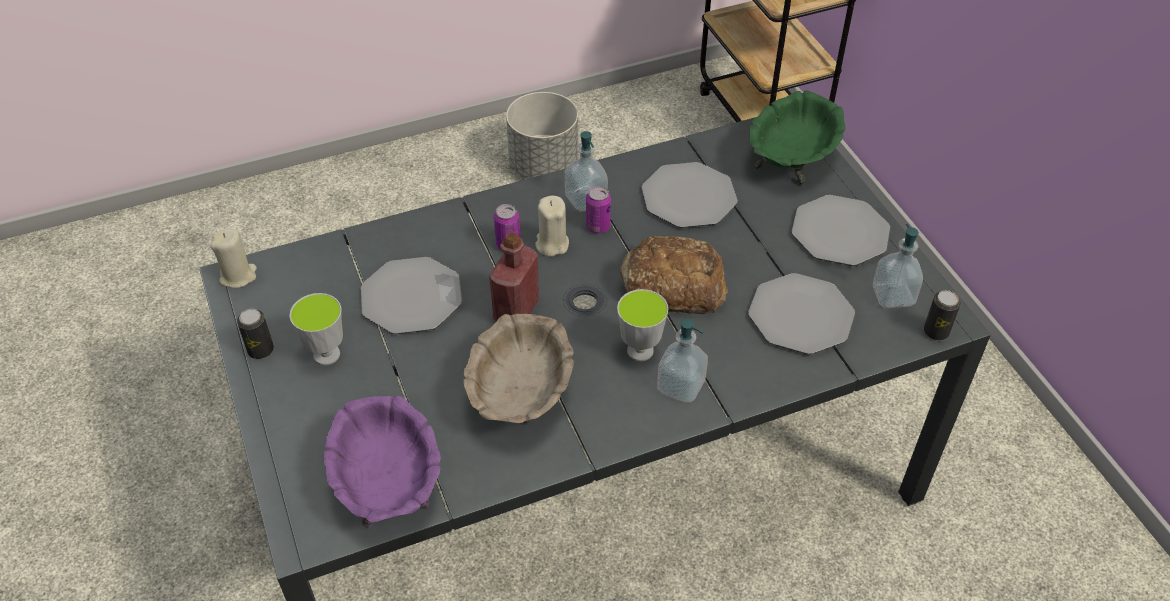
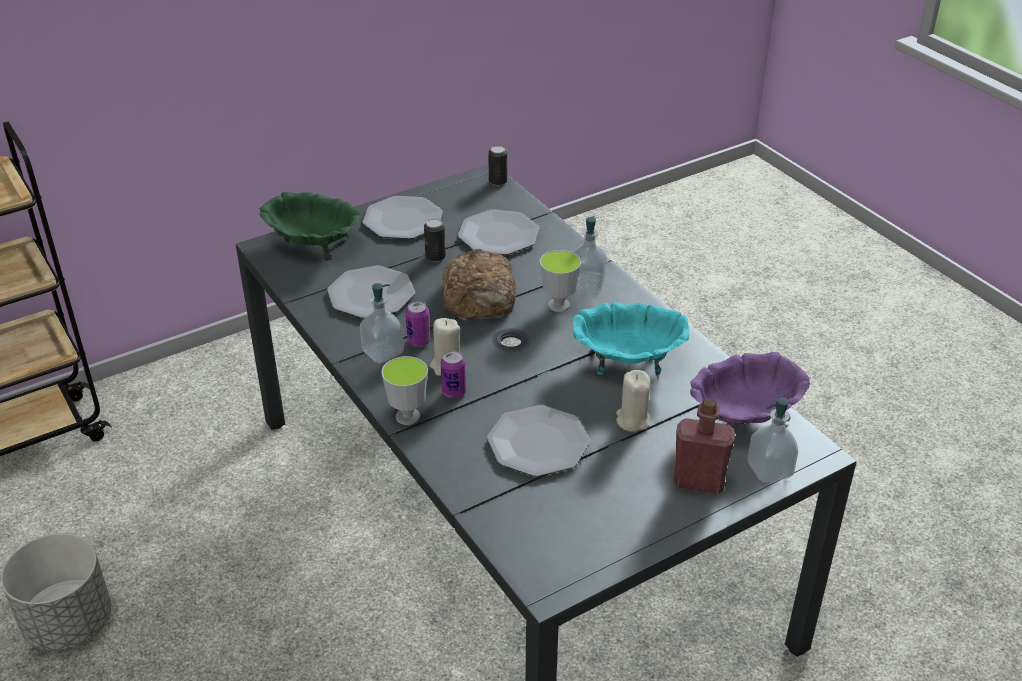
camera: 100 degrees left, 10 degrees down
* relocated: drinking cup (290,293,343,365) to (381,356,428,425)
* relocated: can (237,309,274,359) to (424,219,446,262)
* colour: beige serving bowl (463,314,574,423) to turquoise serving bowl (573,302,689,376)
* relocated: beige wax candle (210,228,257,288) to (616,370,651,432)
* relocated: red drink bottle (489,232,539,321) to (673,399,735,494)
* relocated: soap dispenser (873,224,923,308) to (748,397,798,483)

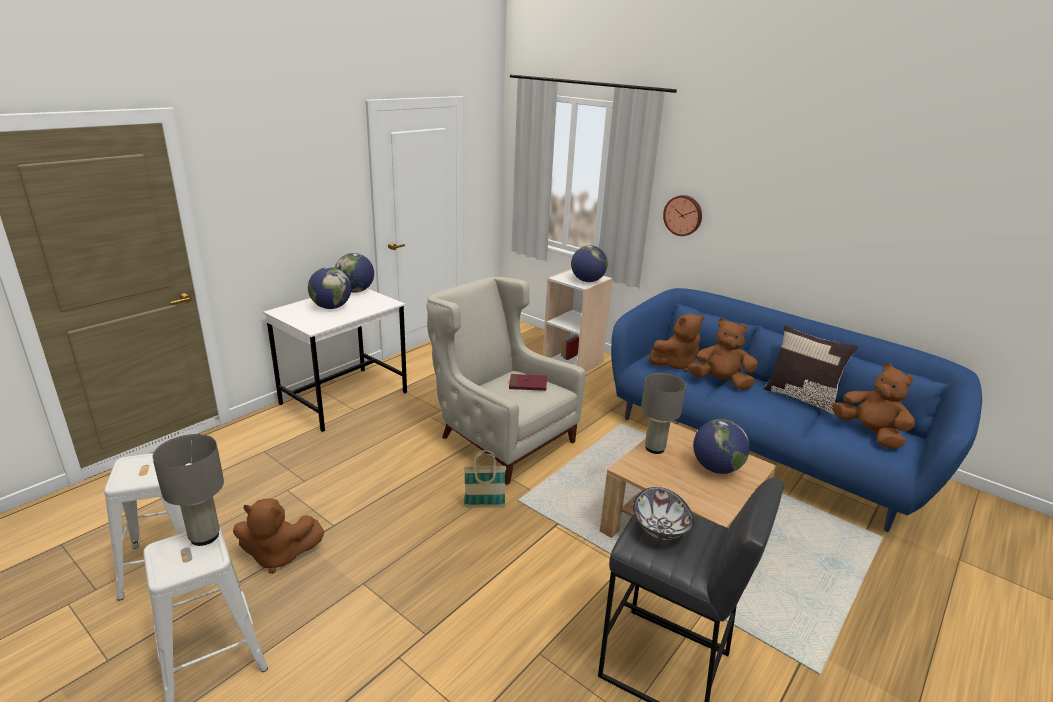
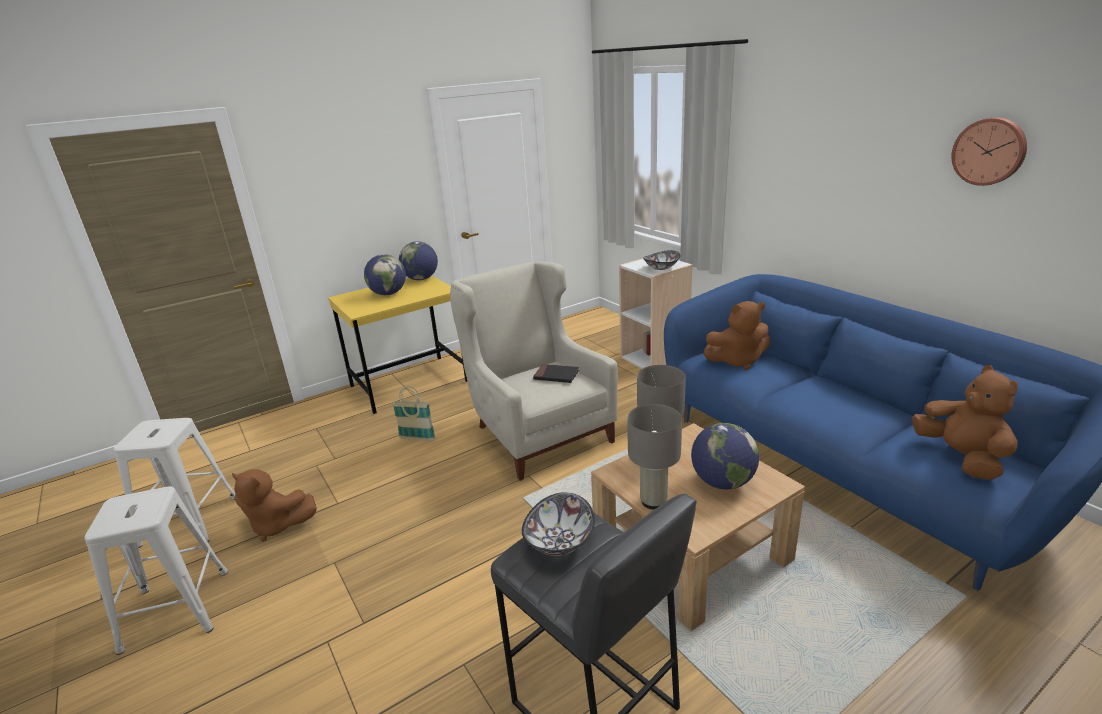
camera: 20 degrees right, 0 degrees up
* colour: white-coloured desk (263,288,407,432) to yellow-coloured desk (328,276,467,414)
* relocated: household basket (463,450,506,508) to (392,386,436,441)
* colour: red bound book (509,374,547,391) to blackish bound book (533,364,579,383)
* relocated: grey lamp for a table (152,434,224,546) to (628,404,682,510)
* exchanged: desk globe (571,245,608,282) to serving bowl (643,250,681,270)
* relocated: hanging clock (663,195,702,236) to (951,118,1027,186)
* missing: brownish plush toy (688,318,758,390)
* missing: cushion (764,325,858,415)

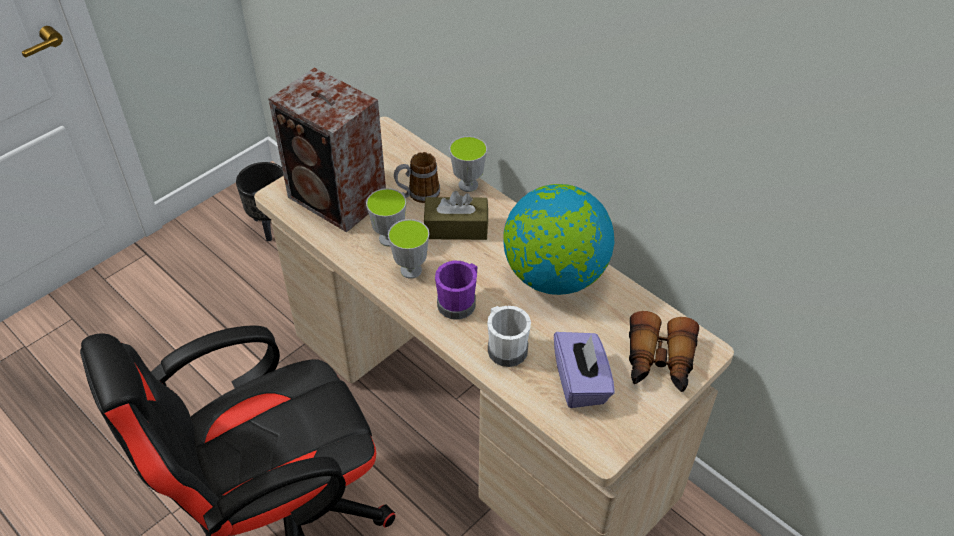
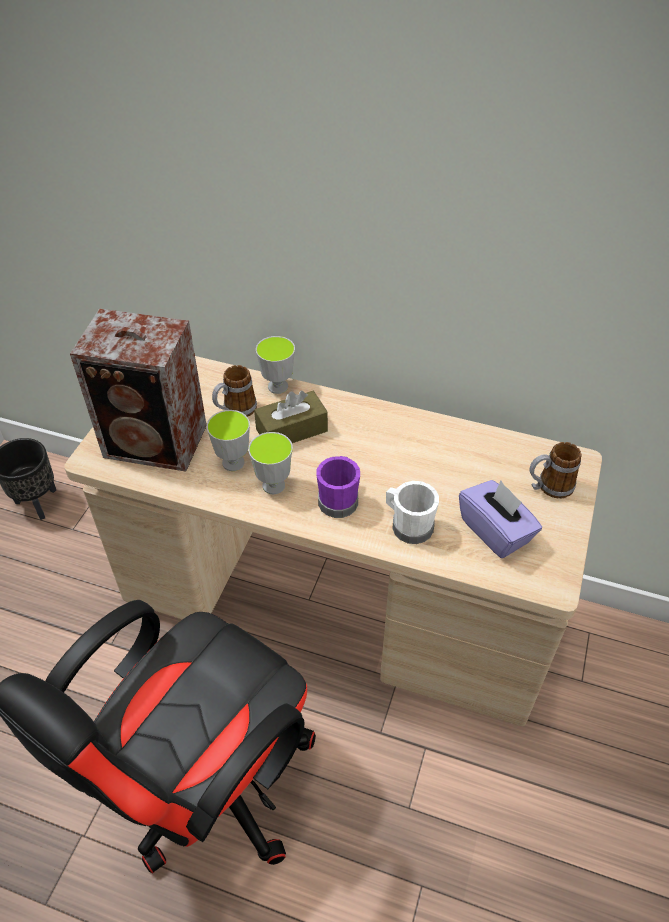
camera: 25 degrees left, 0 degrees up
* exchanged: binoculars (629,311,699,392) to tea mug (530,442,581,498)
* missing: desk globe (503,184,615,295)

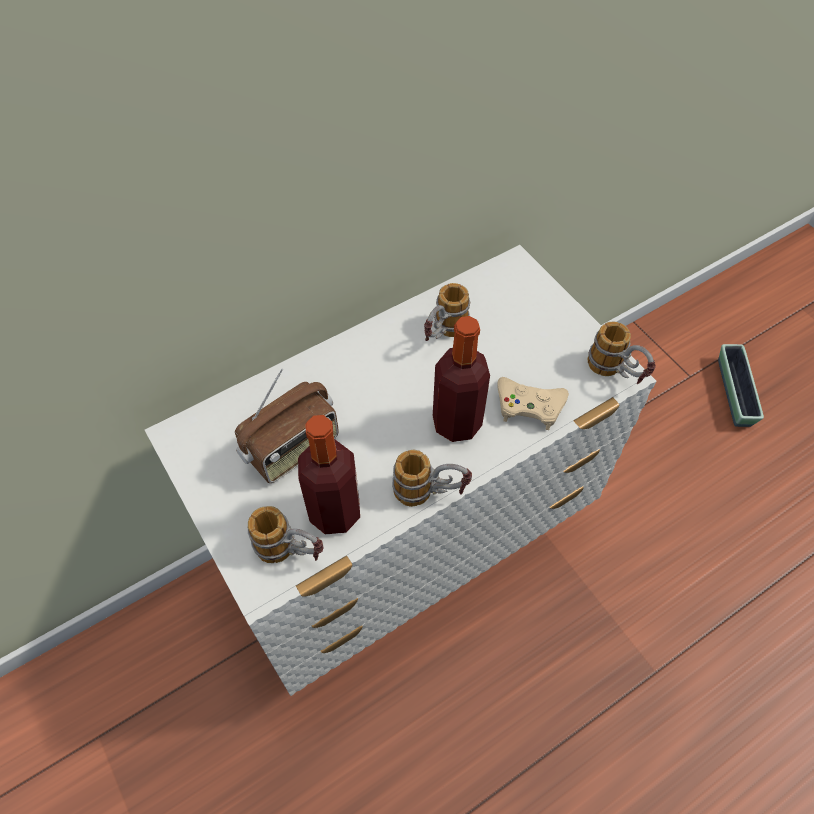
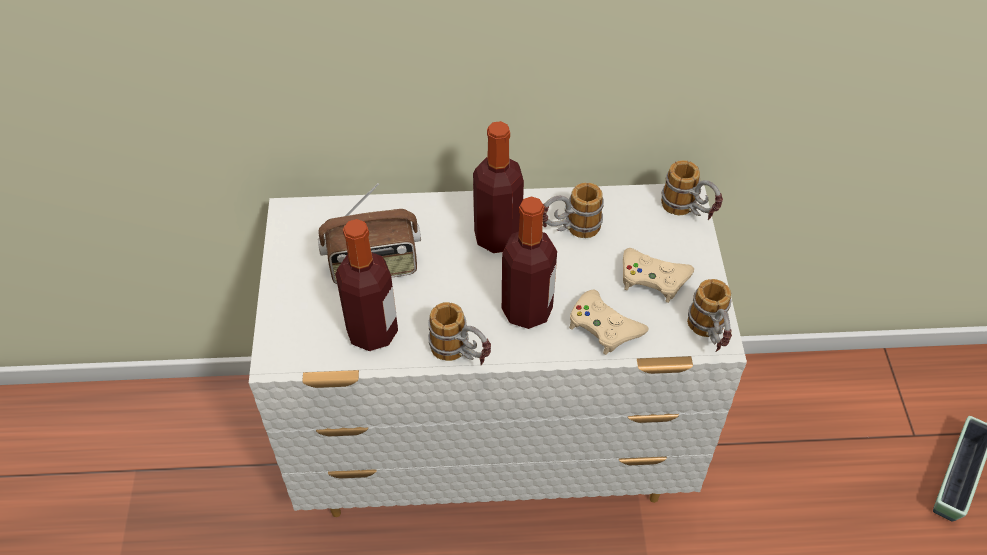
camera: 30 degrees right, 5 degrees down
* appeared: drink bottle (473,121,524,253)
* appeared: beige game controller (623,248,694,303)
* relocated: tea mug (248,506,324,563) to (661,160,723,220)

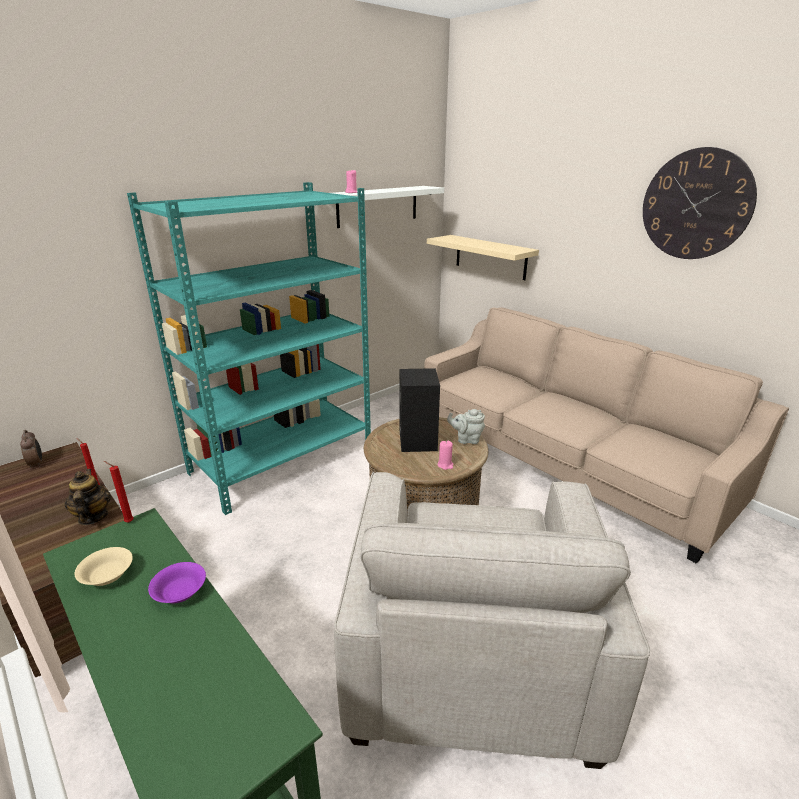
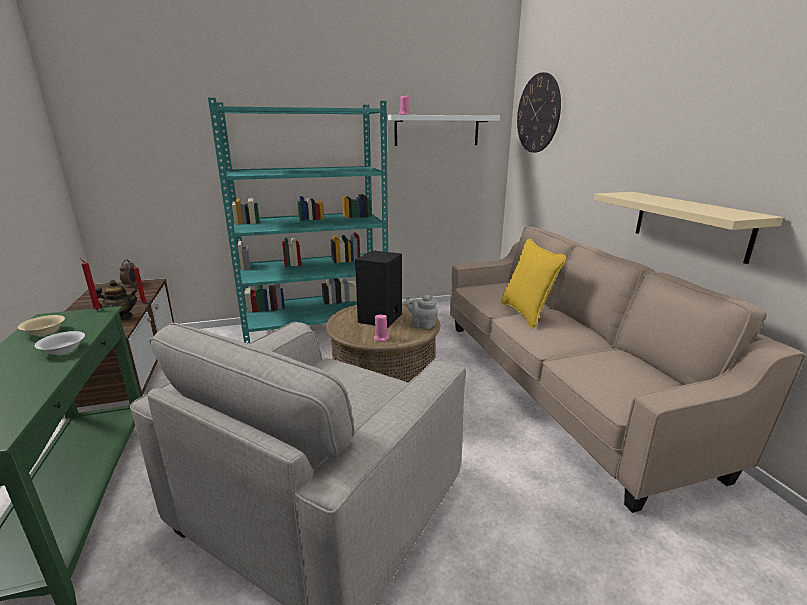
camera: 25 degrees right, 5 degrees down
* colour: purple serving bowl (148,562,206,603) to white-coloured serving bowl (35,331,85,355)
* spun: teapot (64,469,111,525) = (95,280,138,320) 75 degrees clockwise
* appeared: yellow-coloured cushion (501,239,566,329)
* relocated: hanging clock (643,147,757,259) to (517,72,561,153)
* relocated: beige bracket shelf (427,235,539,280) to (594,192,783,264)

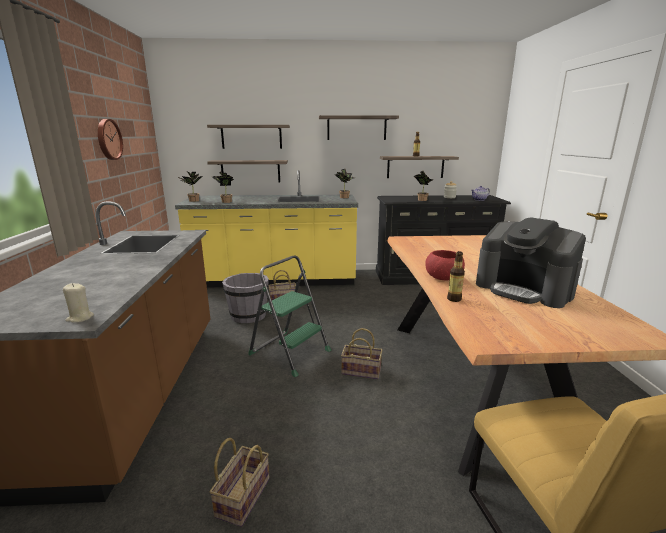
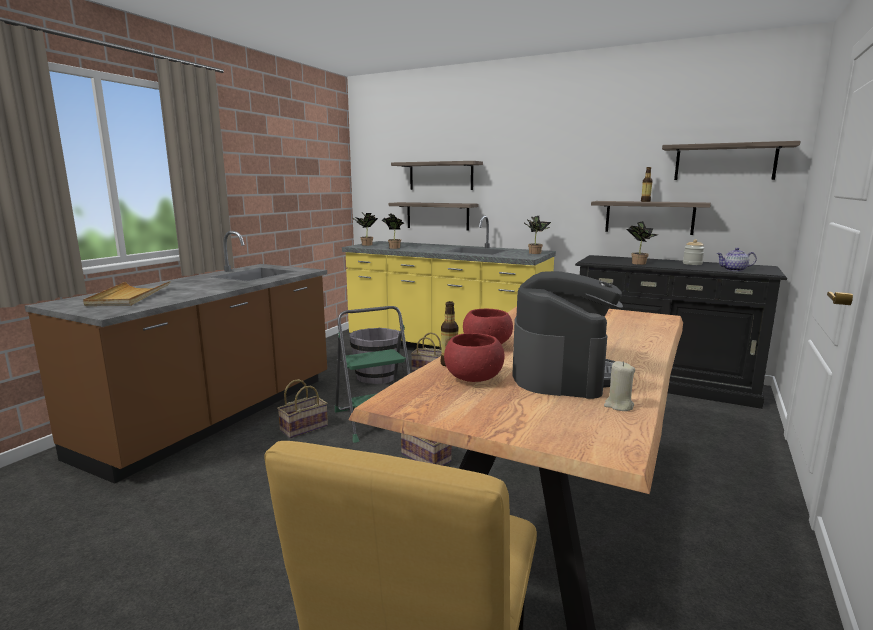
camera: 30 degrees right, 5 degrees down
* appeared: beige serving tray (83,281,171,306)
* relocated: household basket (210,438,270,527) to (277,379,328,438)
* appeared: red serving bowl (444,333,504,382)
* spun: coffee machine (476,217,586,308) = (513,271,623,399) 150 degrees counterclockwise
* relocated: beige wax candle (63,283,94,323) to (604,361,635,411)
* relocated: bracket shelf (319,115,399,140) to (662,141,801,180)
* missing: hanging clock (98,119,123,160)

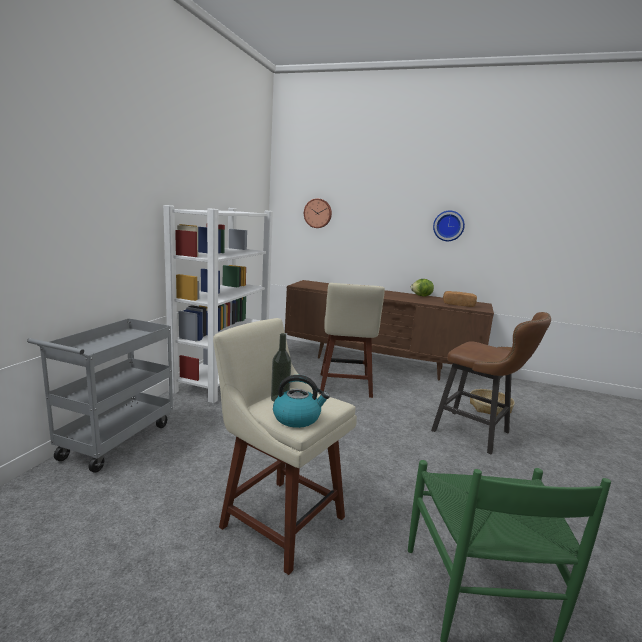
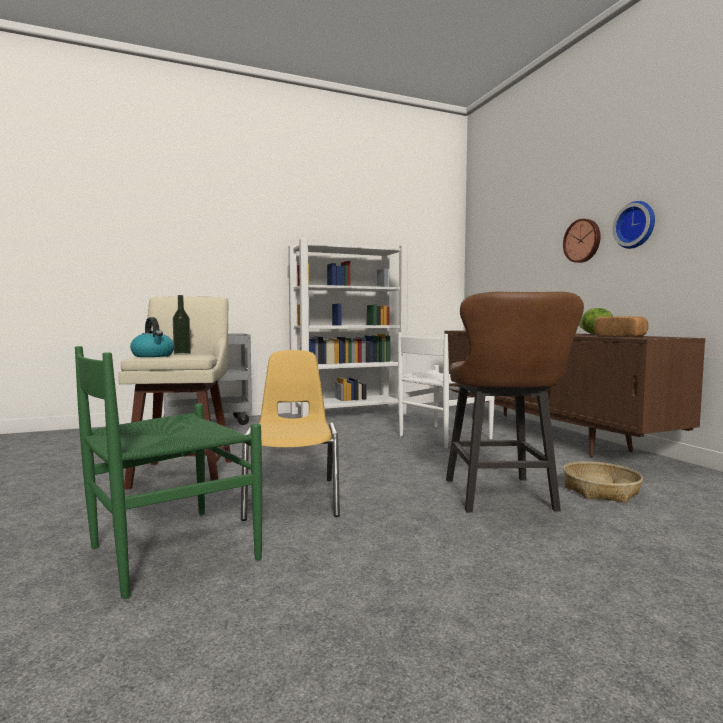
camera: 50 degrees right, 10 degrees down
* appeared: yellow-coloured chair (241,350,340,521)
* exchanged: beige stool seat (319,283,385,398) to white-coloured chair (398,332,495,448)
* relocated: hanging clock (304,199,332,228) to (563,219,601,263)

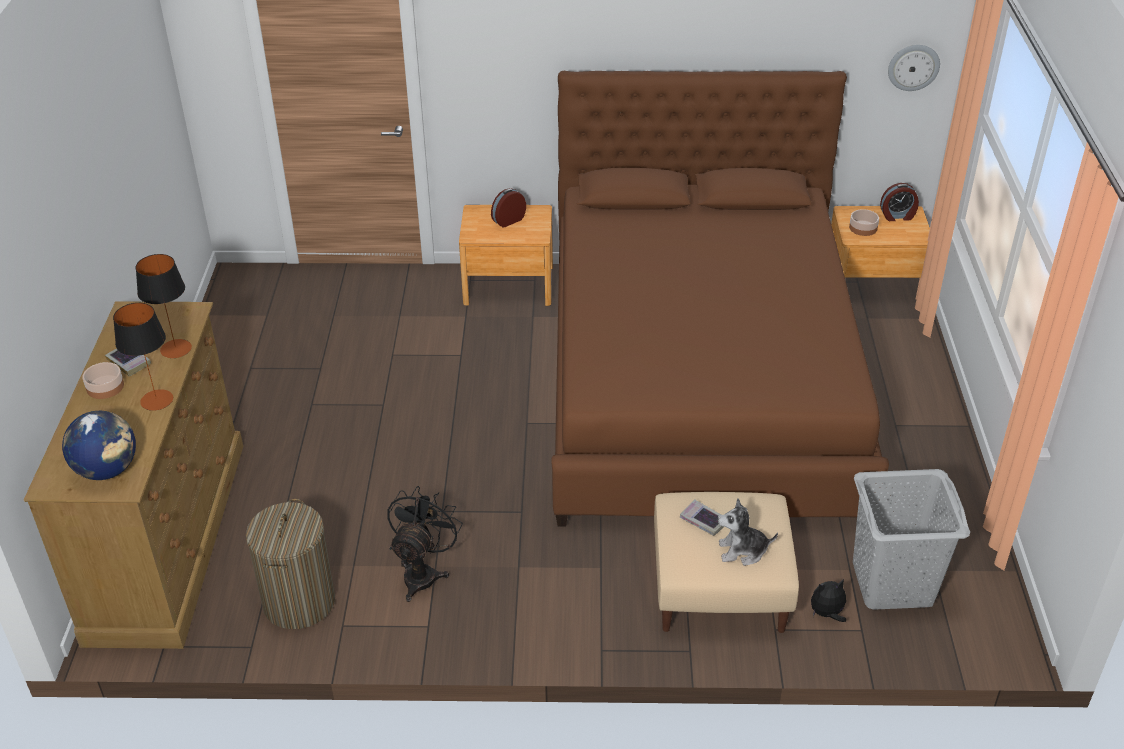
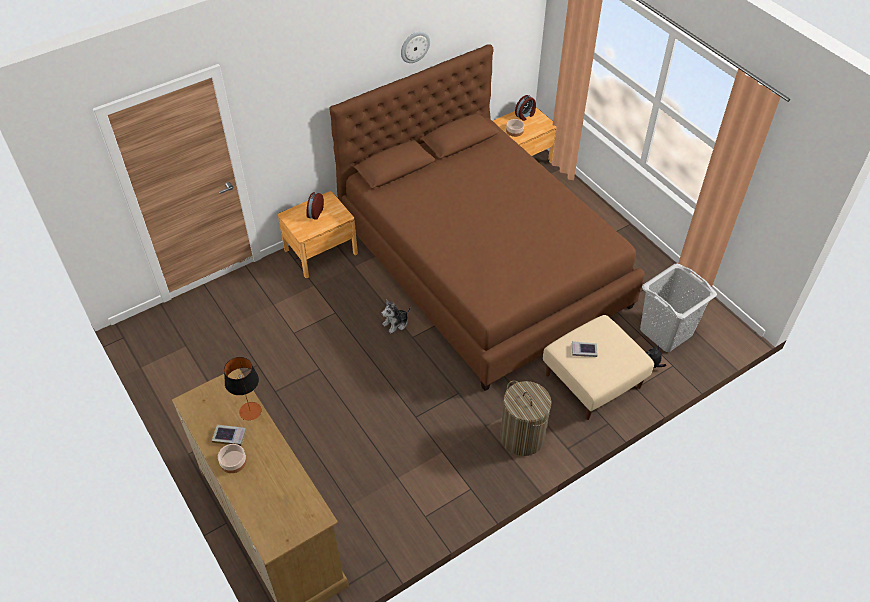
camera: 35 degrees left, 10 degrees up
* relocated: plush toy (718,498,778,566) to (381,300,410,333)
* relocated: hanging clock (888,45,940,91) to (401,32,430,63)
* relocated: laundry basket (246,499,335,629) to (500,381,552,456)
* missing: desk globe (62,411,136,480)
* missing: lamp for a table (113,303,173,411)
* missing: blackish fan (387,486,463,602)

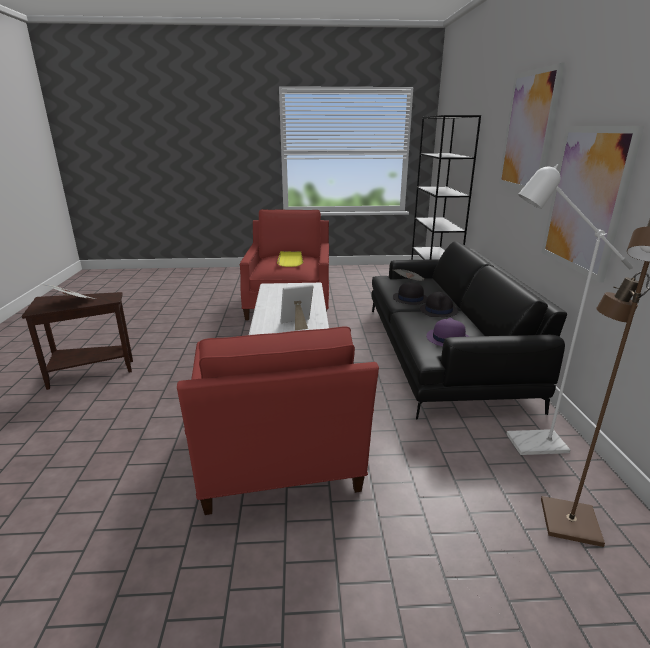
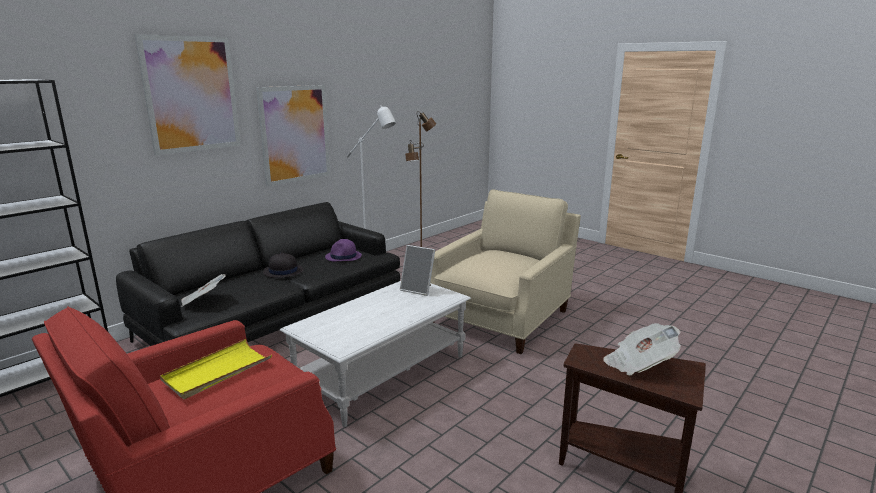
camera: 135 degrees left, 5 degrees down
* colour: red lounge chair (177,327,379,515) to beige lounge chair (430,190,581,354)
* missing: blackish wearable hat (393,282,428,305)

